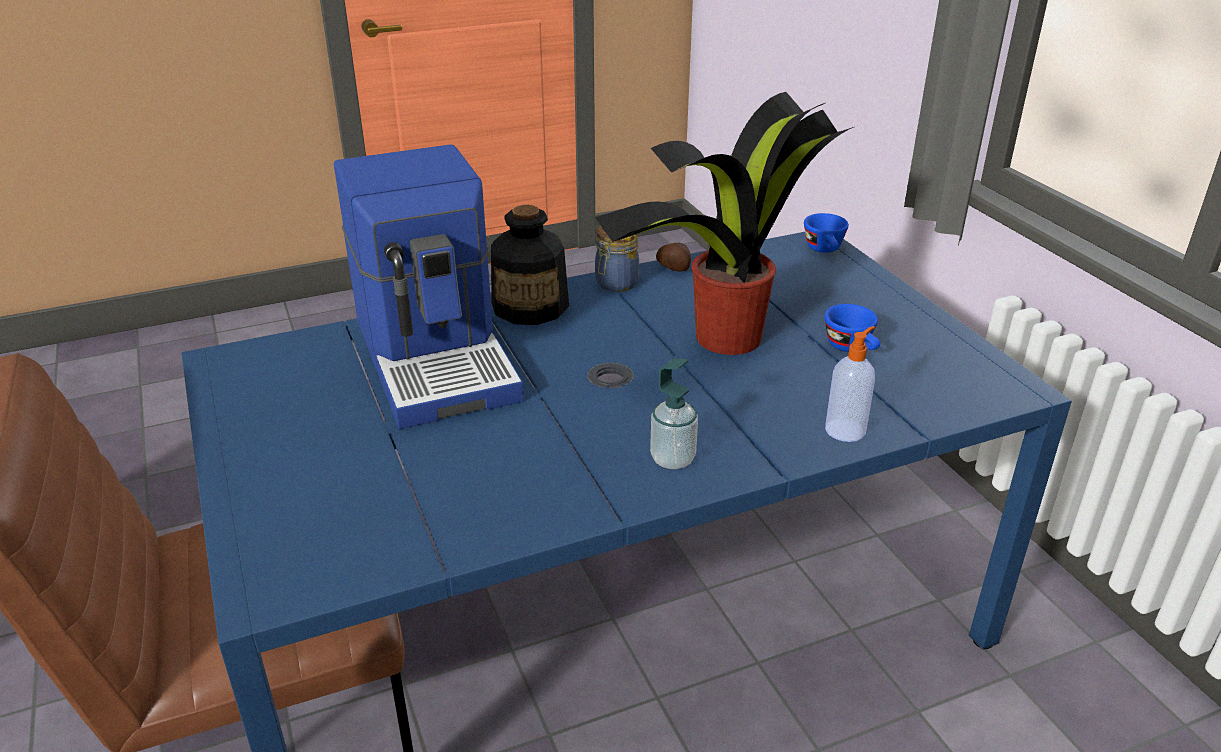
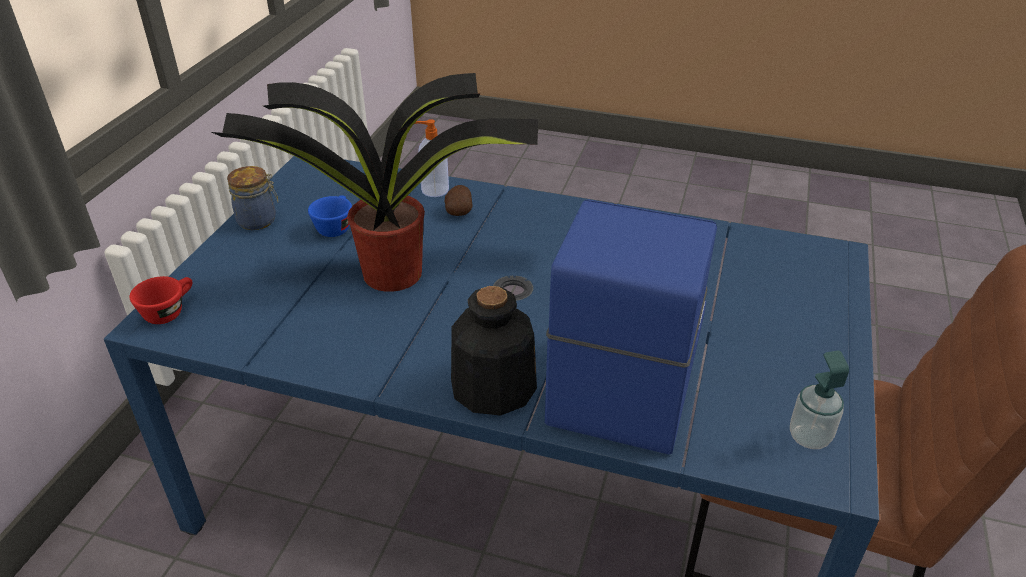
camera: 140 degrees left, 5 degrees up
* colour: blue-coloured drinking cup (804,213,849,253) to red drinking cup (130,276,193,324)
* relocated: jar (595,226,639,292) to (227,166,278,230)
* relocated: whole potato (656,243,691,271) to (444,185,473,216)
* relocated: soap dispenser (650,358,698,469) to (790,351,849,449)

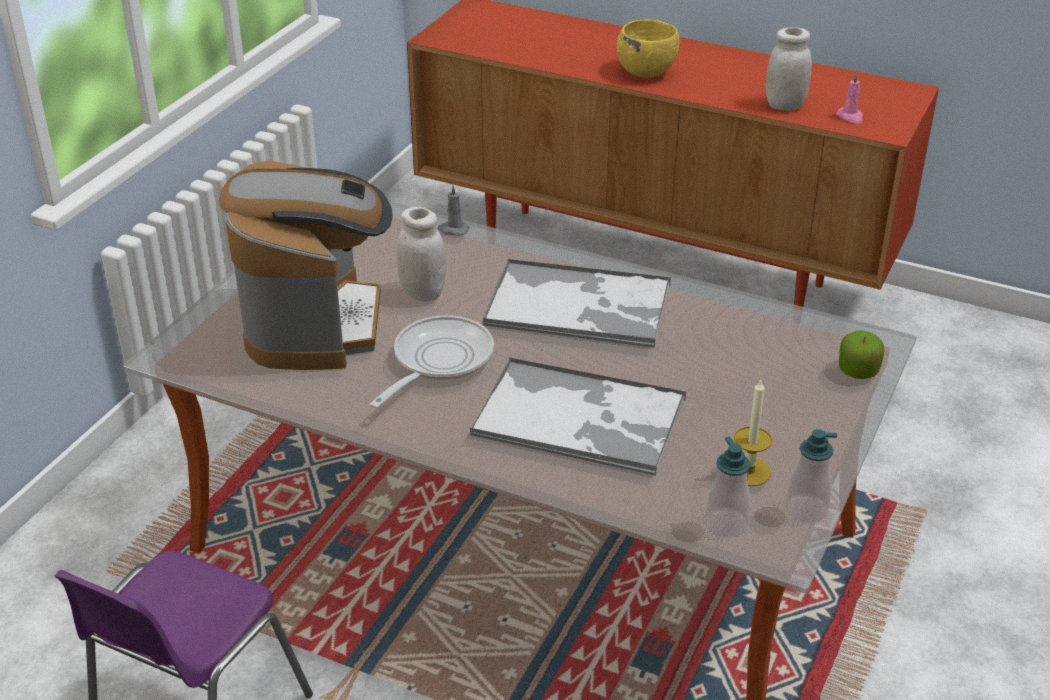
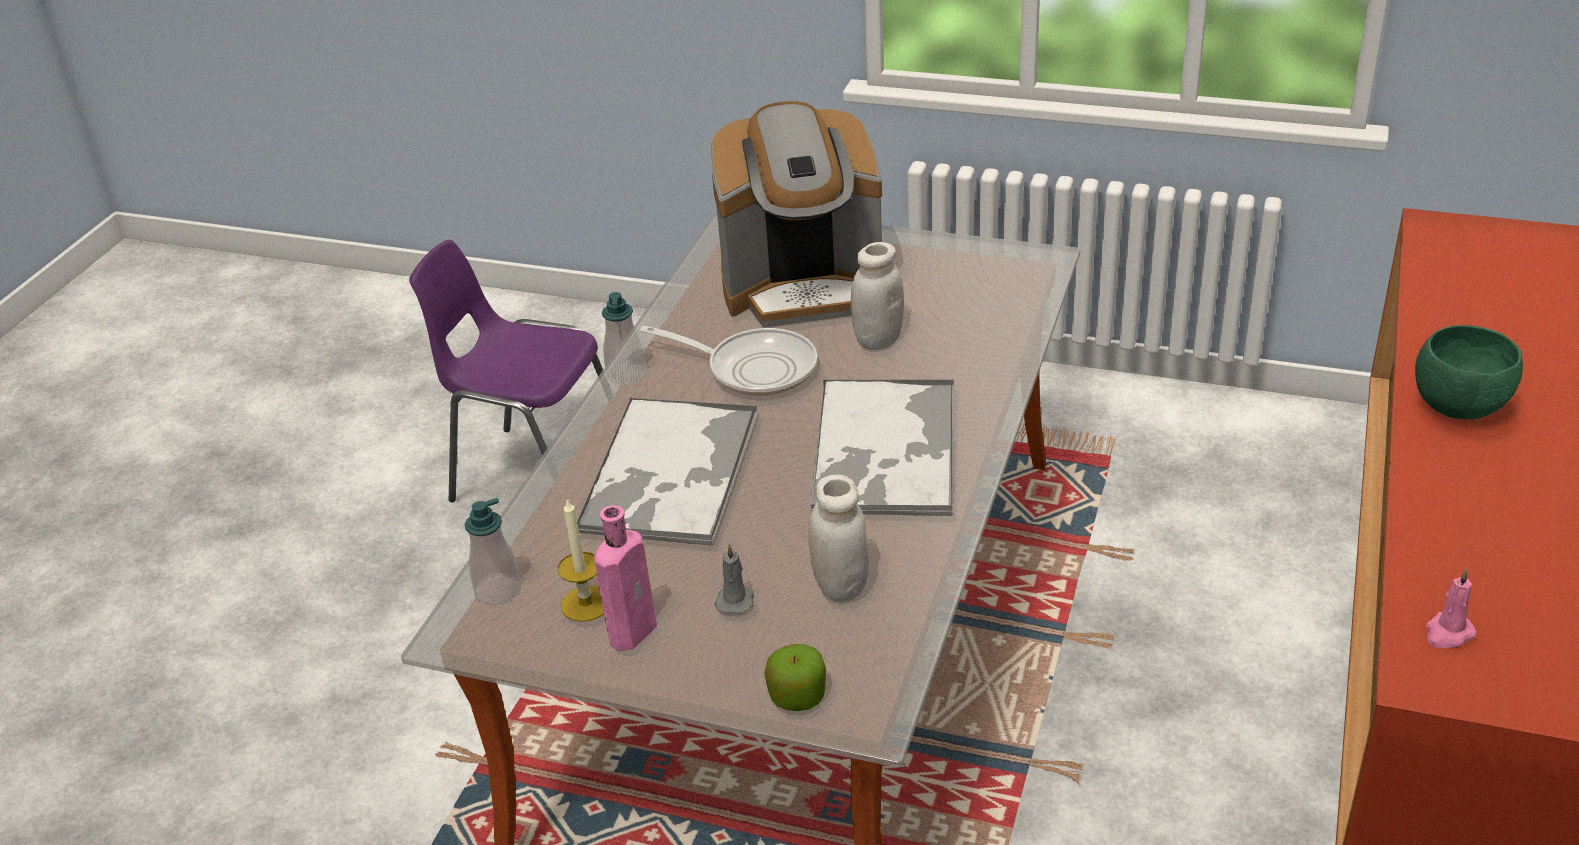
camera: 85 degrees right, 0 degrees up
* appeared: pink drink bottle (594,505,657,651)
* relocated: soap dispenser (786,429,837,523) to (602,292,646,385)
* relocated: grey wax candle (438,185,470,236) to (715,544,754,614)
* relocated: white-coloured jar (766,27,812,111) to (808,475,869,602)
* colour: yellow-coloured serving bowl (617,20,680,78) to green-coloured serving bowl (1415,325,1523,419)

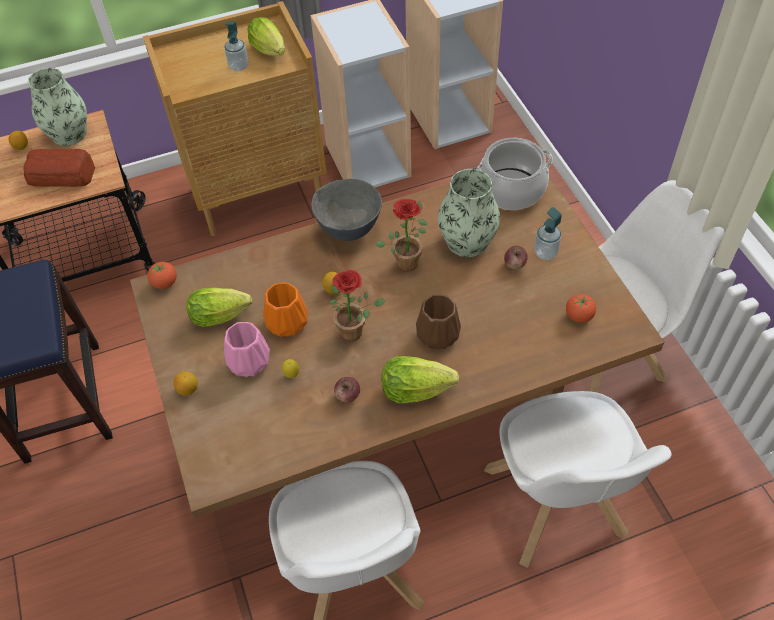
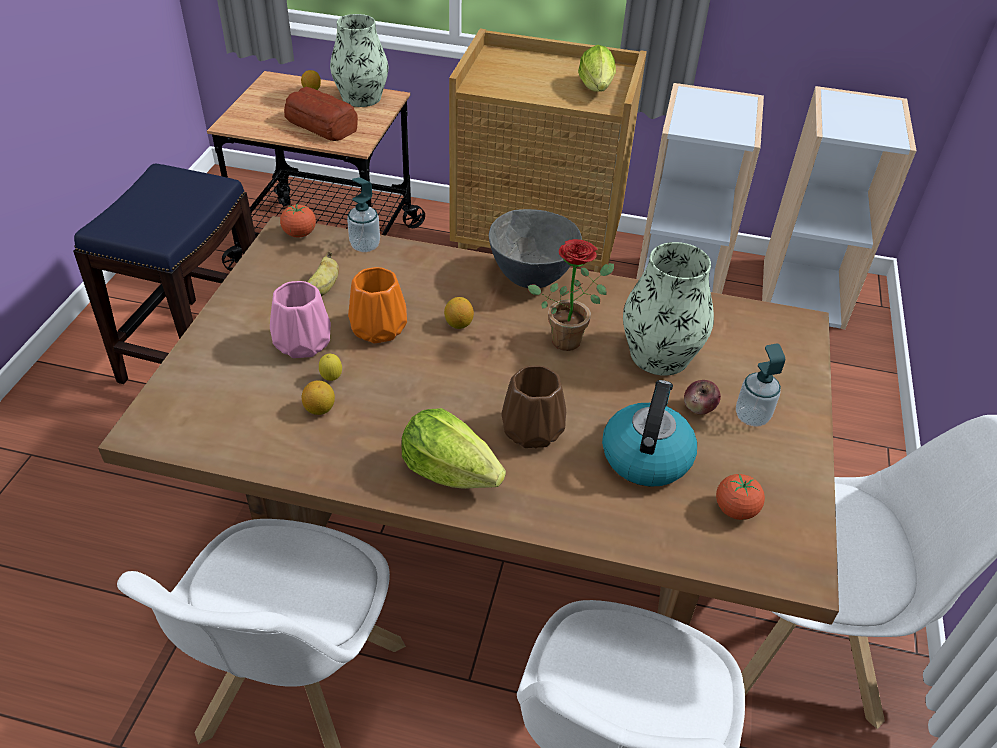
camera: 30 degrees right, 10 degrees down
* relocated: whole lemon (174,371,198,396) to (302,381,335,415)
* exchanged: lettuce (186,288,252,327) to banana fruit (308,252,339,296)
* relocated: soap dispenser (225,22,248,71) to (347,177,380,252)
* appeared: tea kettle (602,380,697,487)
* missing: plant in a pot (330,270,385,341)
* missing: whole apple (334,377,360,403)
* missing: saucepot (476,138,553,210)

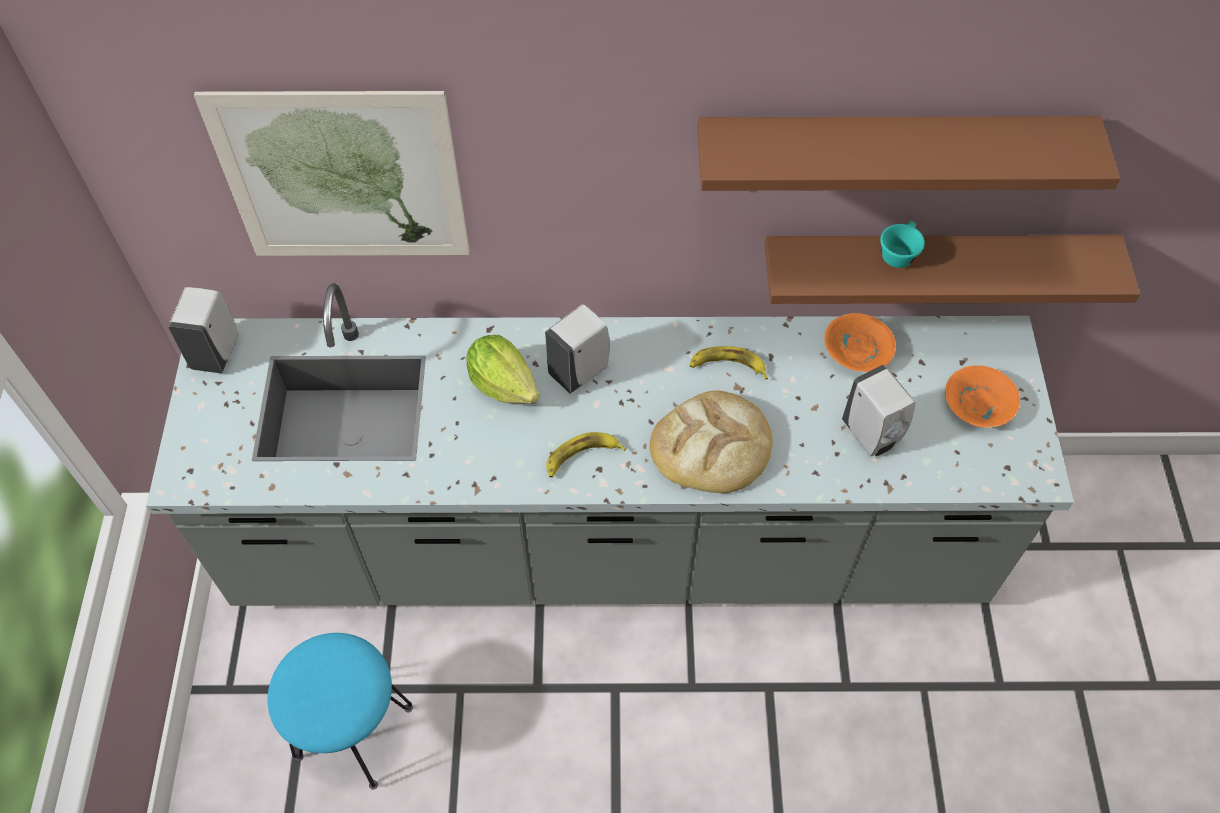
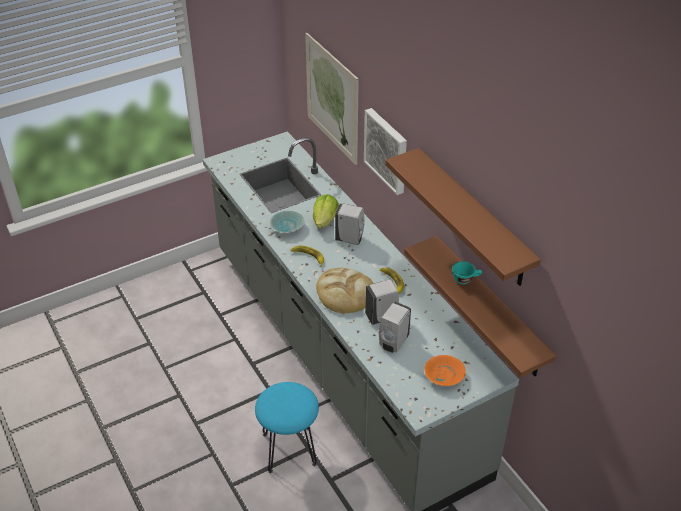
camera: 60 degrees right, 15 degrees down
* relocated: turquoise stool seat (268,633,413,790) to (255,382,319,473)
* appeared: turquoise serving bowl (270,211,304,233)
* appeared: wall picture (364,108,407,195)
* relocated: white-coloured soap dispenser (168,287,238,373) to (365,279,399,325)
* missing: orange serving bowl (824,313,896,372)

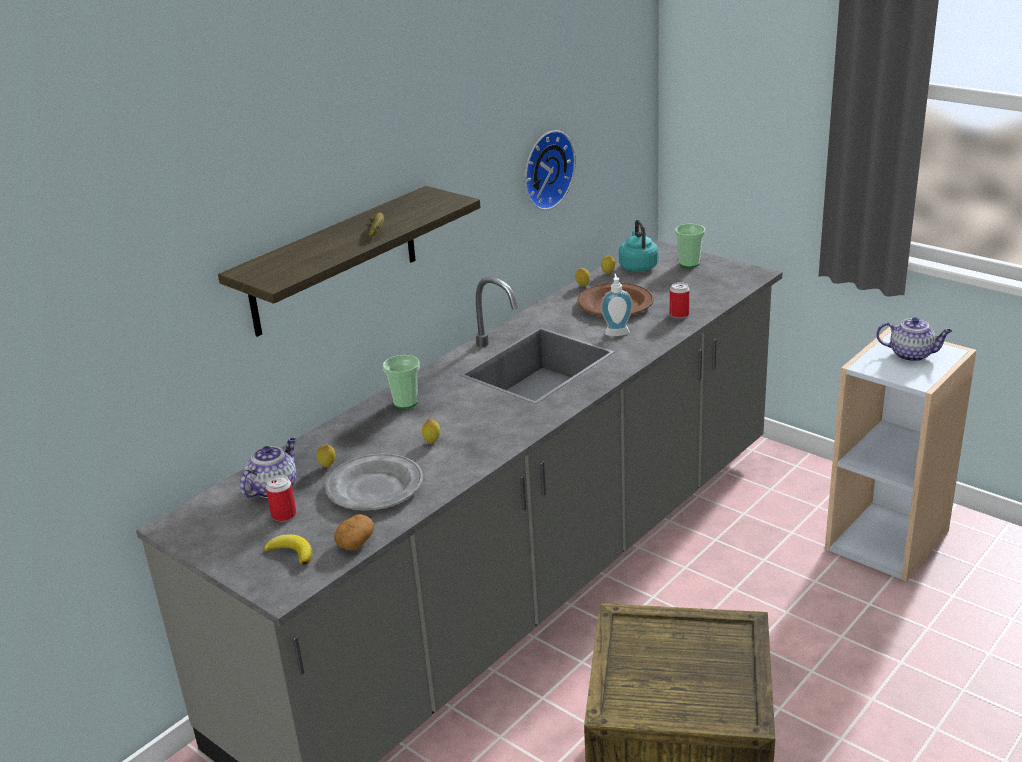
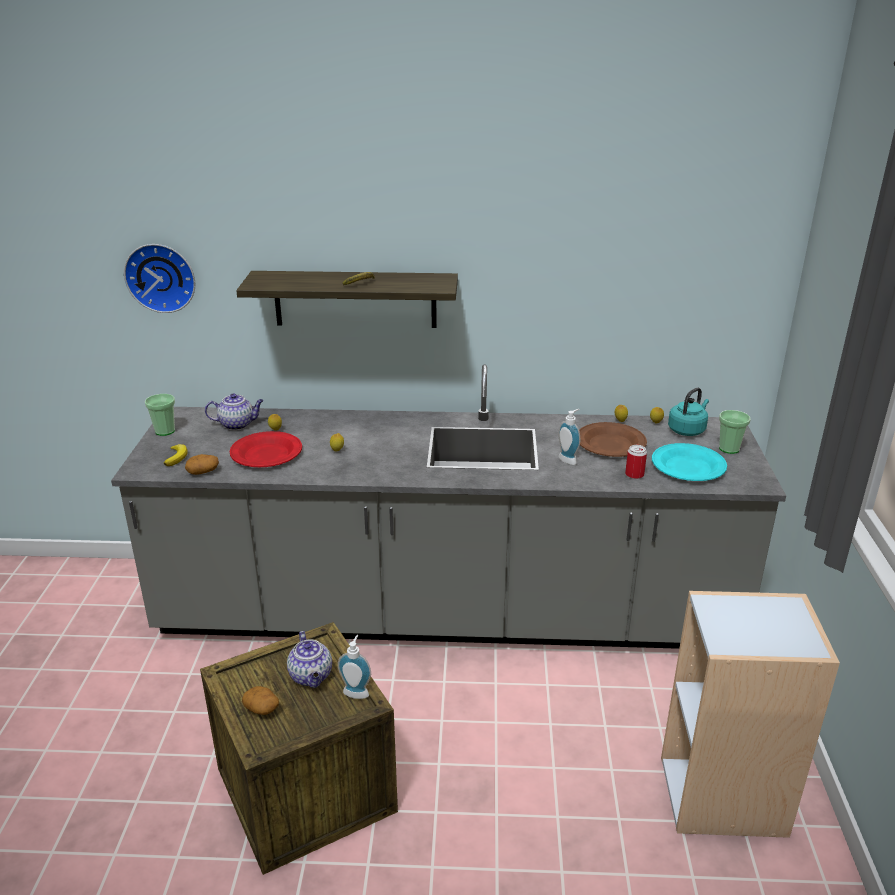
camera: 50 degrees right, 0 degrees up
* relocated: hanging clock (525,130,576,210) to (124,244,195,313)
* relocated: drinking cup (383,355,420,409) to (145,394,175,436)
* colour: grey flat dish (325,454,423,510) to red flat dish (230,431,302,467)
* appeared: whole potato (242,686,279,715)
* relocated: teapot (876,317,952,362) to (287,631,332,688)
* appeared: soap dispenser (338,635,371,699)
* appeared: turquoise flat dish (652,443,727,481)
* missing: can (266,475,296,521)

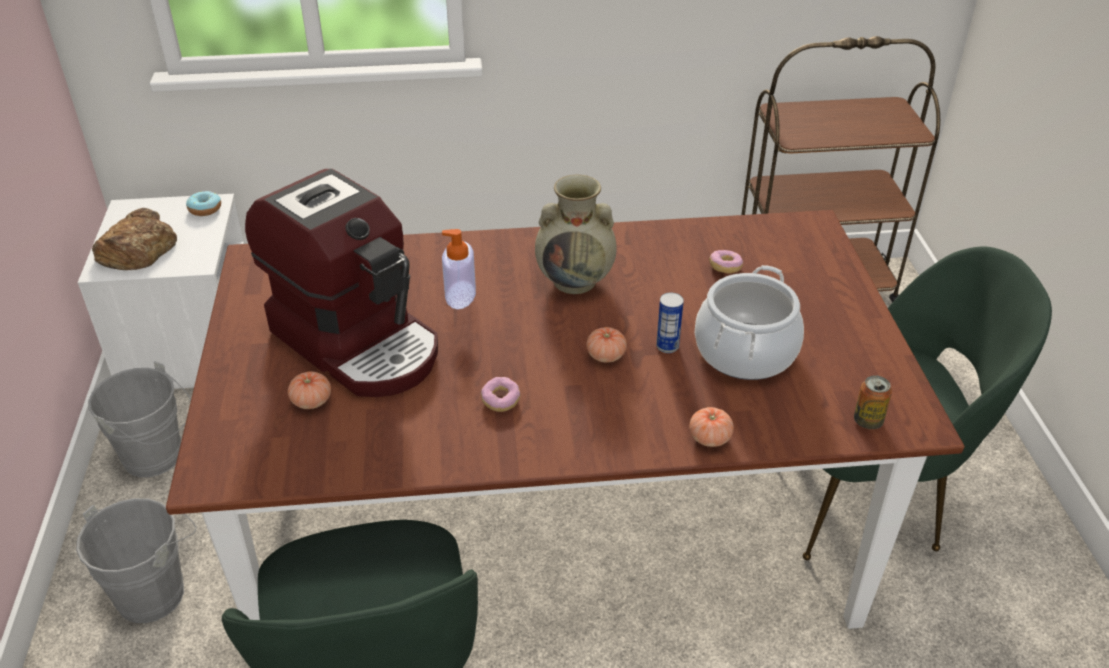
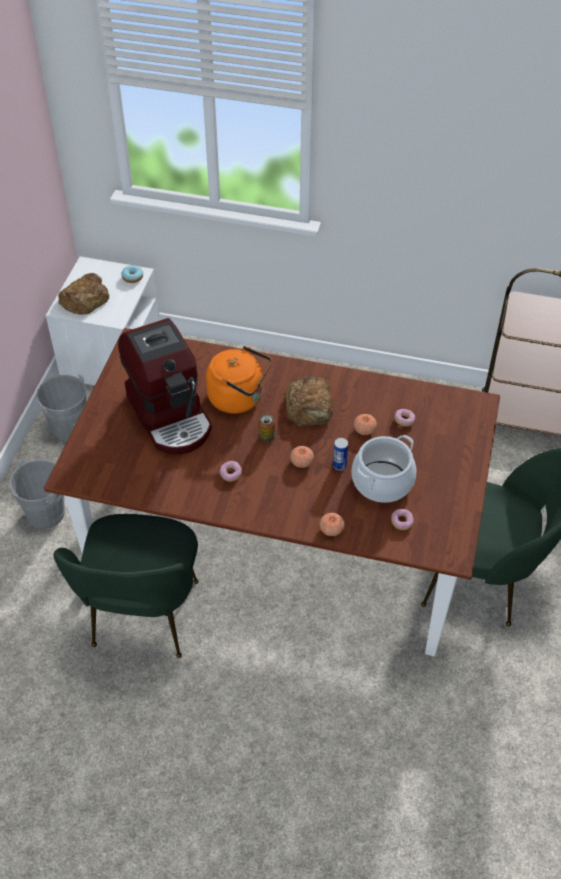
camera: 20 degrees right, 10 degrees up
* exchanged: soap dispenser (442,229,476,309) to orange tea kettle (206,346,272,414)
* relocated: can (854,375,892,429) to (259,414,275,442)
* exchanged: beige vase (535,175,617,294) to bakery bread (285,376,333,426)
* relocated: tomato (288,371,331,409) to (354,414,377,435)
* appeared: doughnut (391,509,414,530)

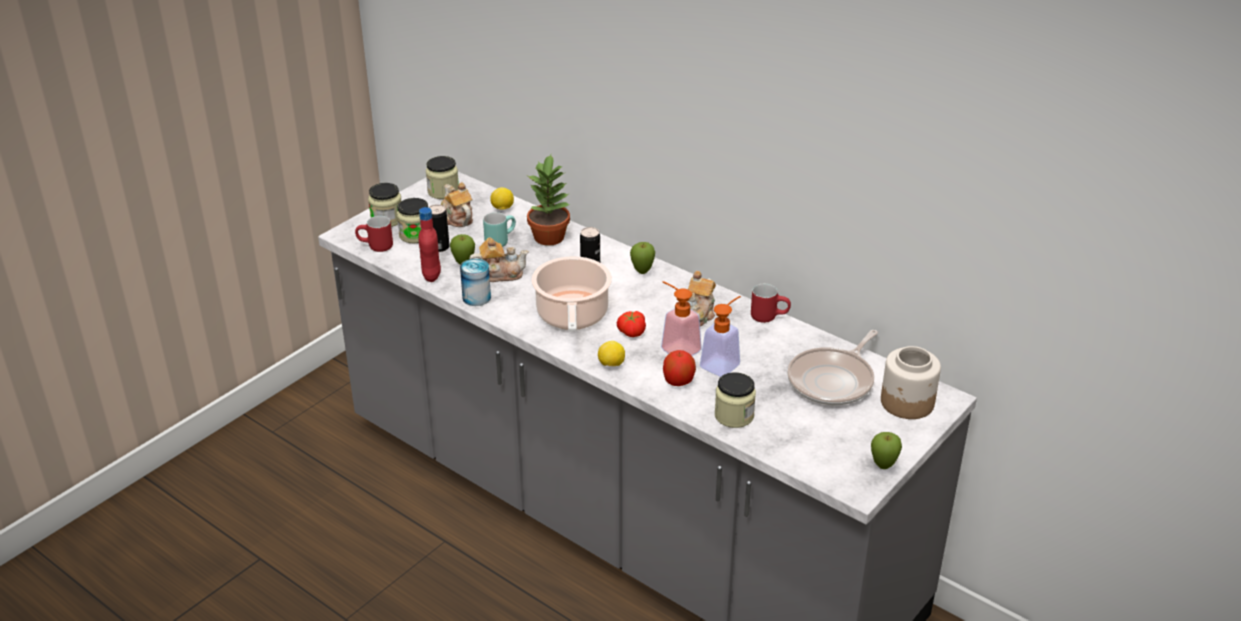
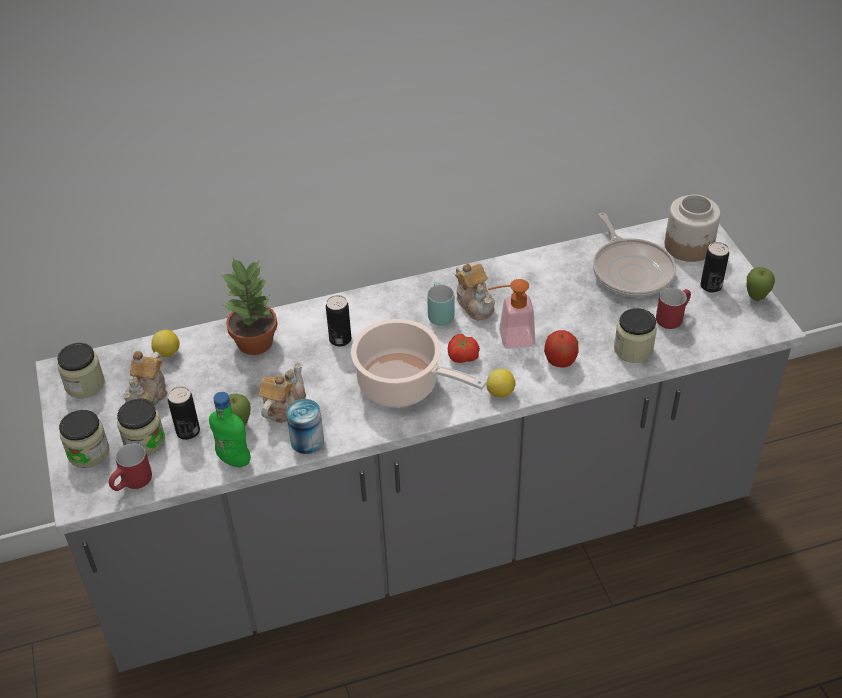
camera: 55 degrees left, 10 degrees up
* spun: teapot (441,182,473,227) = (122,351,168,406) 75 degrees counterclockwise
* colour: red drink bottle (418,207,441,282) to green-coloured drink bottle (209,392,251,467)
* relocated: turquoise tea mug (483,212,516,247) to (427,282,454,326)
* relocated: red tea mug (751,284,791,323) to (656,288,691,329)
* appeared: can (700,242,729,293)
* missing: whole apple (630,242,655,274)
* missing: soap dispenser (700,296,741,377)

